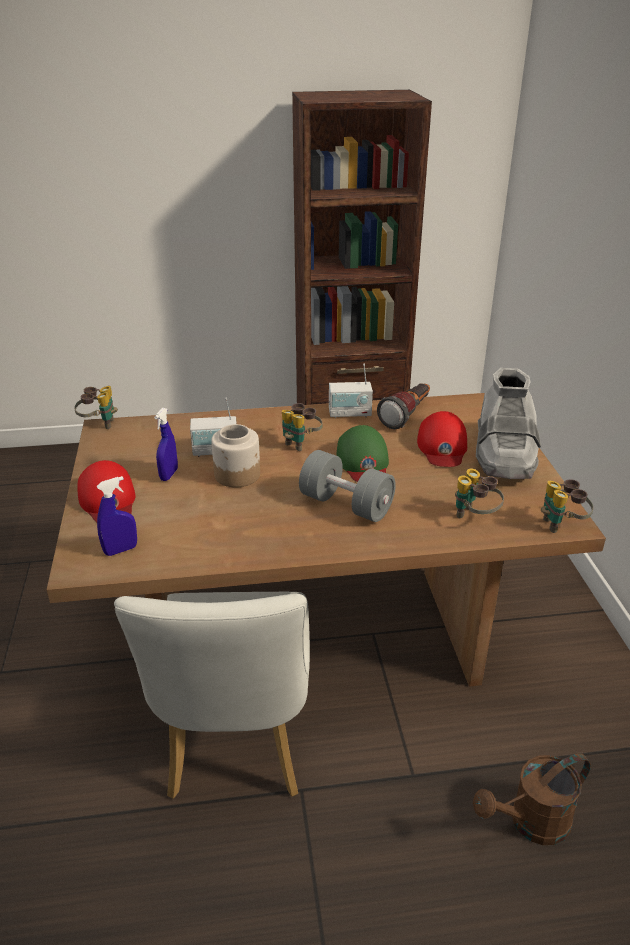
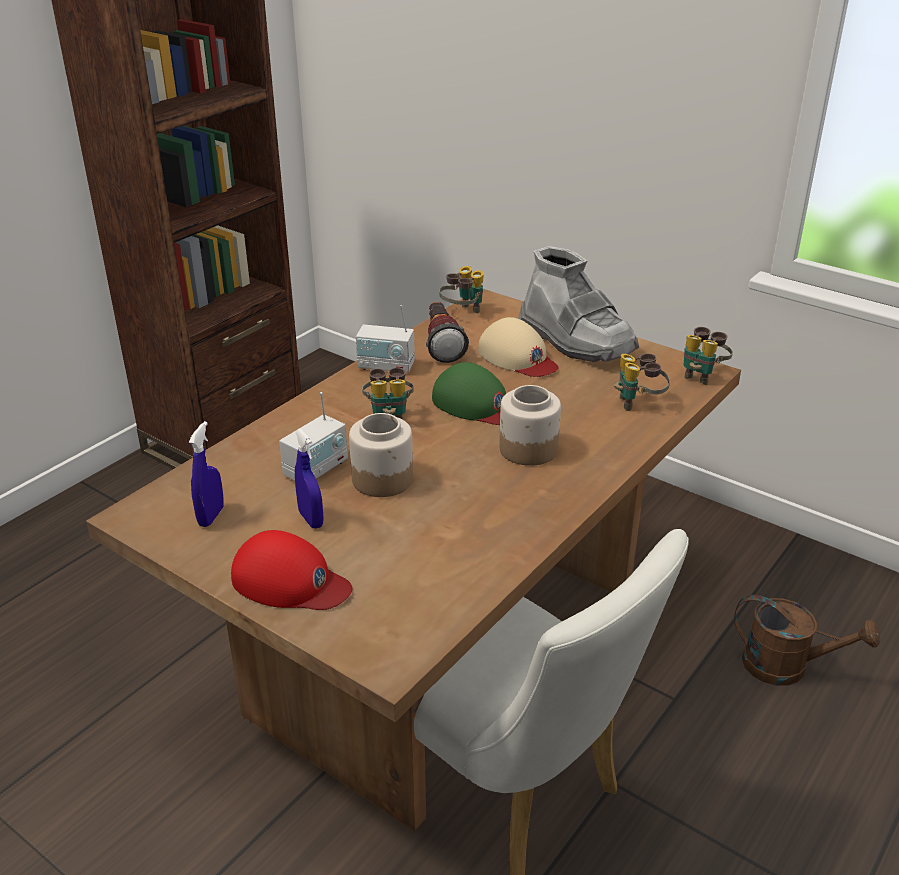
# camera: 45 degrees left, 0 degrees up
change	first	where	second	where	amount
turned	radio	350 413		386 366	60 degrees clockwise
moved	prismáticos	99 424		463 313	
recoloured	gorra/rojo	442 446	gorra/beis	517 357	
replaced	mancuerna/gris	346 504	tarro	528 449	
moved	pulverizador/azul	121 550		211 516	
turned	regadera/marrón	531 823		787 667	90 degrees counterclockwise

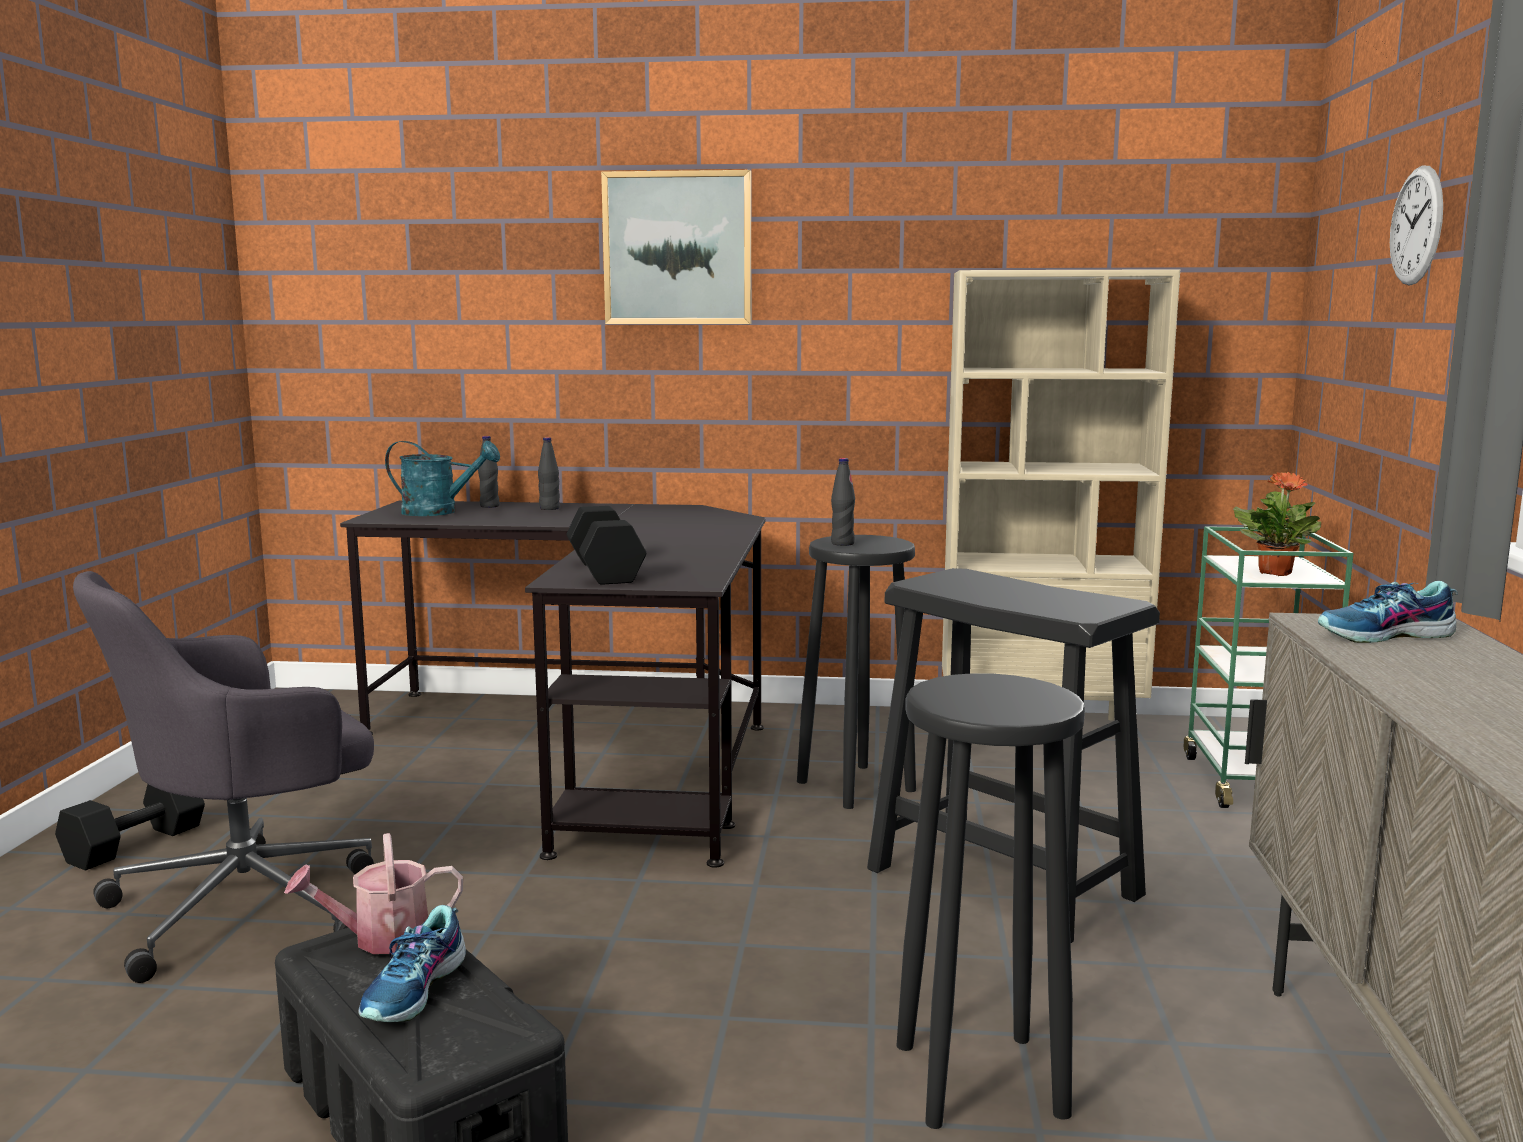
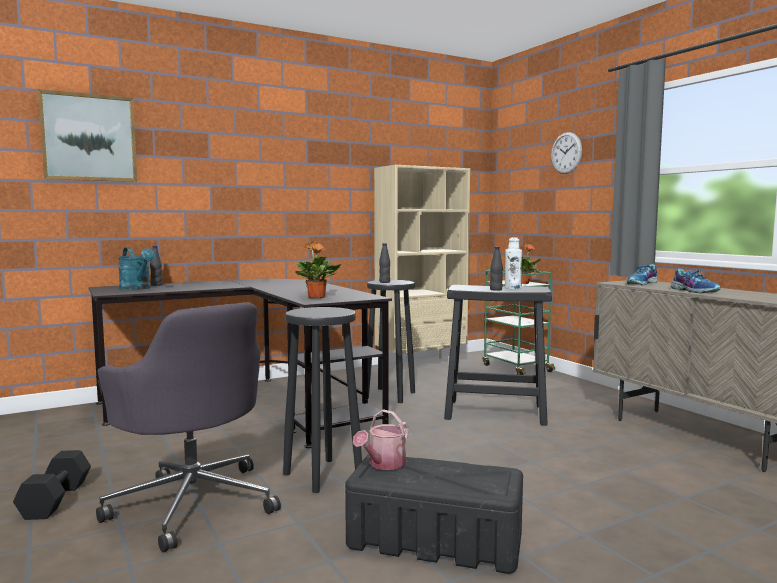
# camera: 35 degrees left, 5 degrees down
change	first	where	second	where	amount
moved	cuadro	678 248		89 138	
moved	botella/negro	549 508		496 289	
turned	regadera/turquesa	440 512		137 288	75 degrees clockwise
replaced	mancuerna/negro	603 570	planta en maceta	316 297	
turned	silla de oficina/gris	251 906		193 503	60 degrees counterclockwise
moved	taburete/negro	980 1080		323 475	
moved	zapato	416 990		694 291	
added			botella/blanco	512 288	

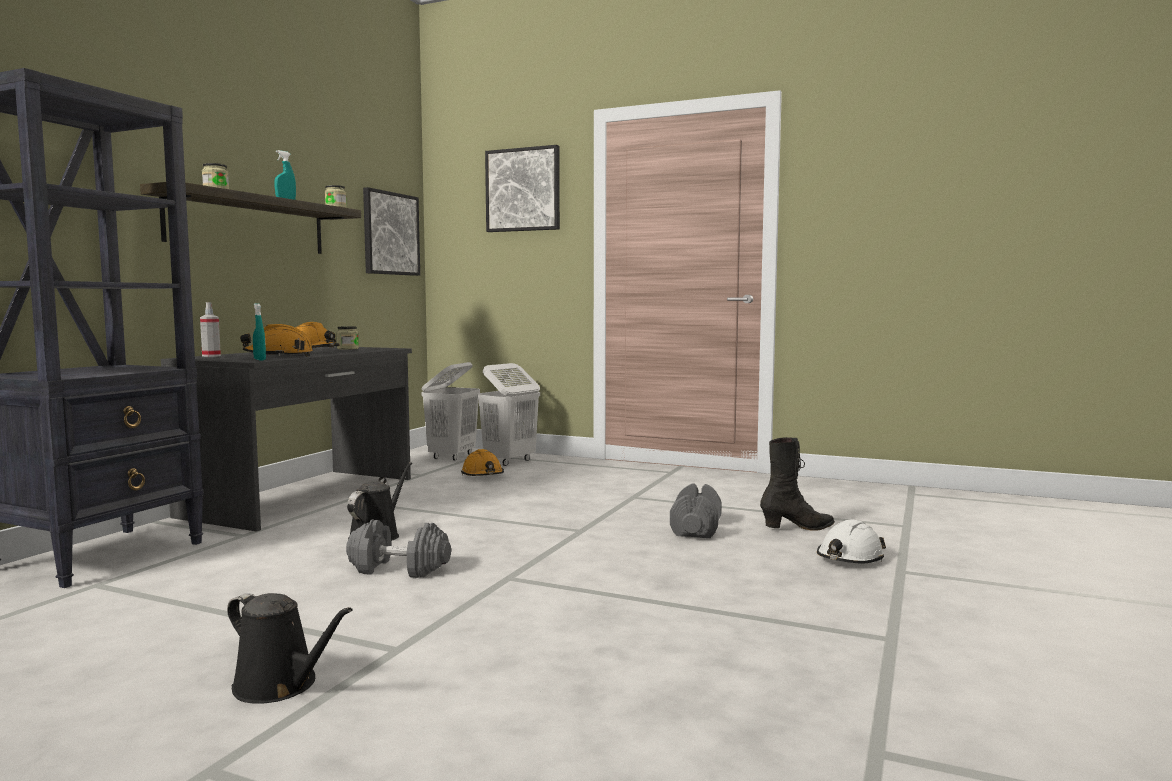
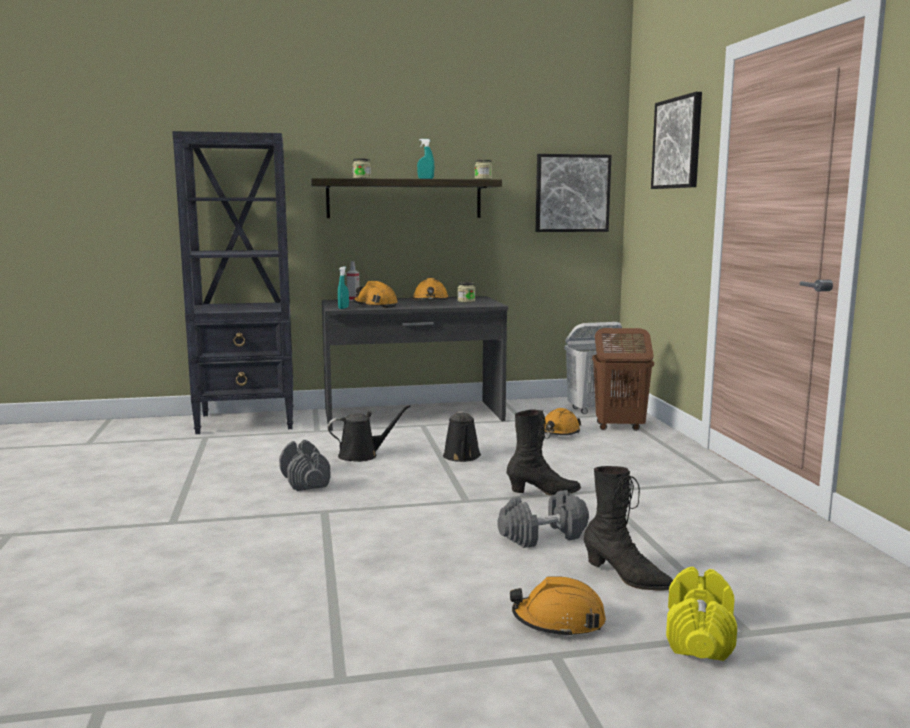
# camera: 55 degrees right, 5 degrees up
change	first	where	second	where	amount
recoloured	cesto de la ropa/blanco	509 461	cesto de la ropa/marrón	619 427	
recoloured	casco/blanco	849 558	casco/naranja	558 621	
moved	regadera/negro	280 686		462 457	
added			bota/negro	544 493	
added			mancuerna/amarillo	699 636	

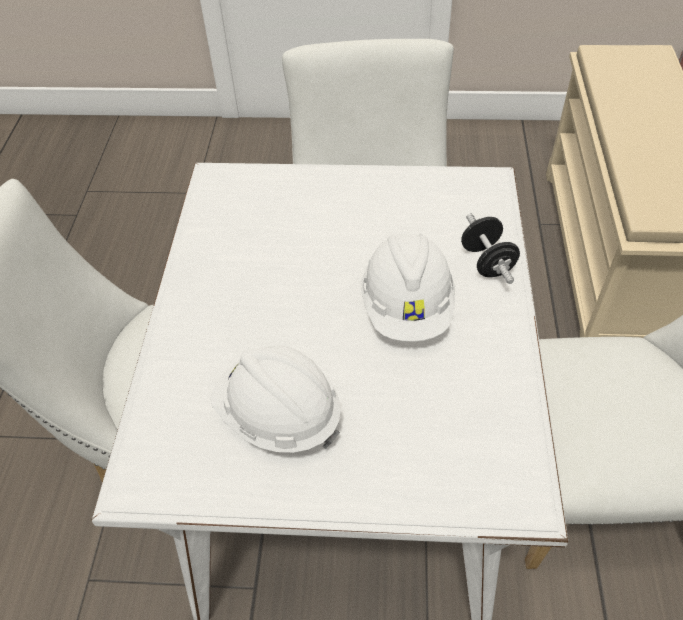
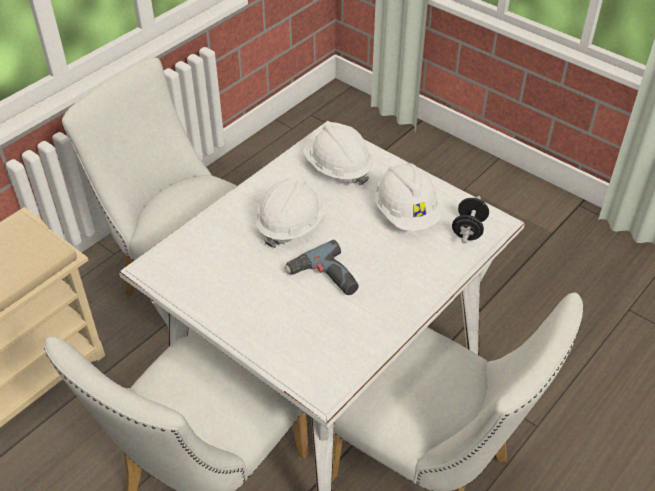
# camera: 145 degrees left, 5 degrees down
change	first	where	second	where	amount
moved	mancuerna/negro	487 262		468 230	
added			casco/blanco	337 169	
added			taladro	323 279	

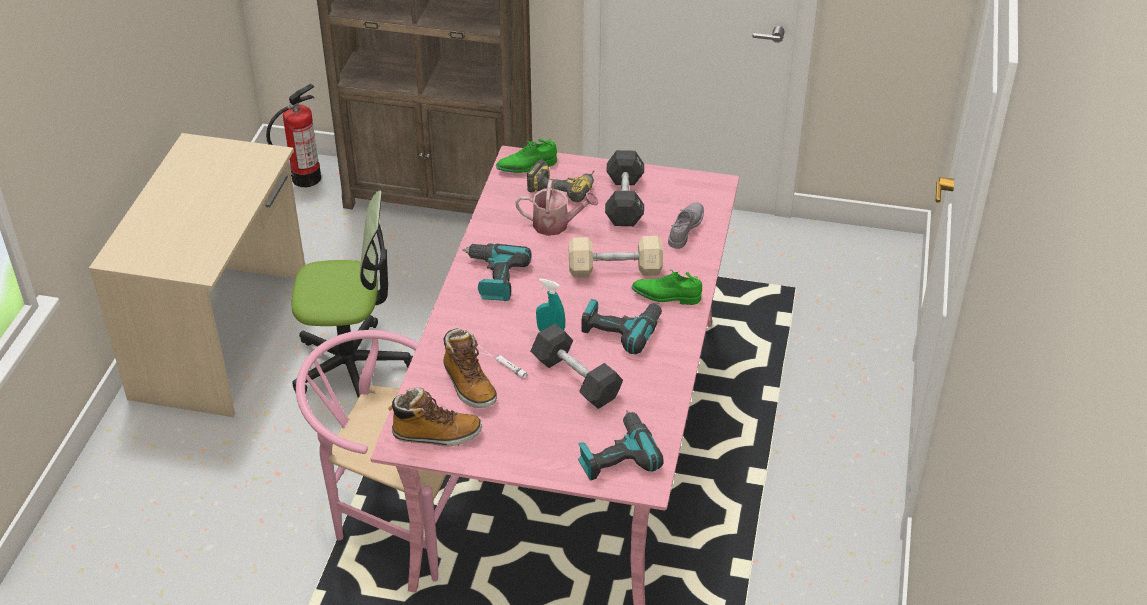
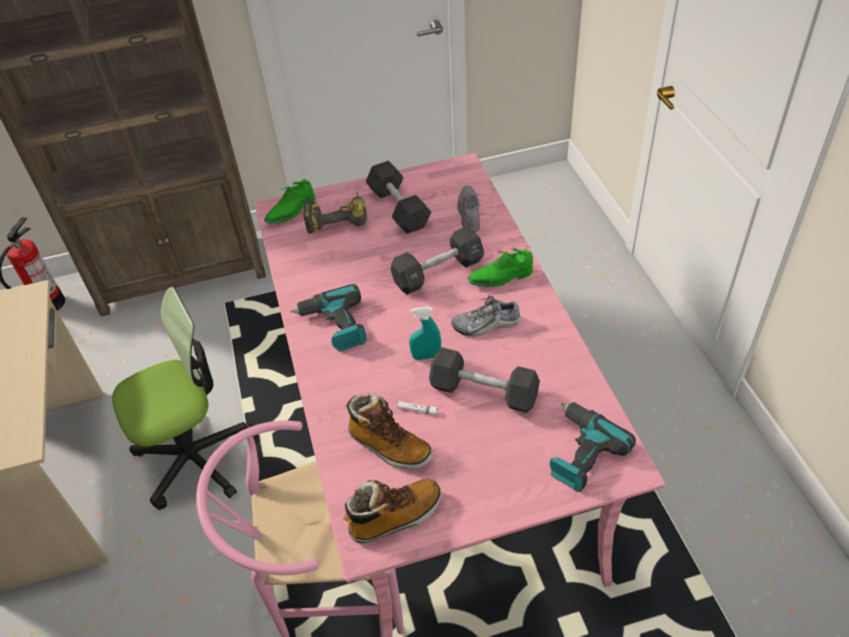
# camera: 25 degrees left, 5 degrees up
change	first	where	second	where	amount
removed	regadera	556 224			
recoloured	mancuerna/beis	615 269	mancuerna/negro	438 272	
replaced	taladro	621 329	zapato	486 325	

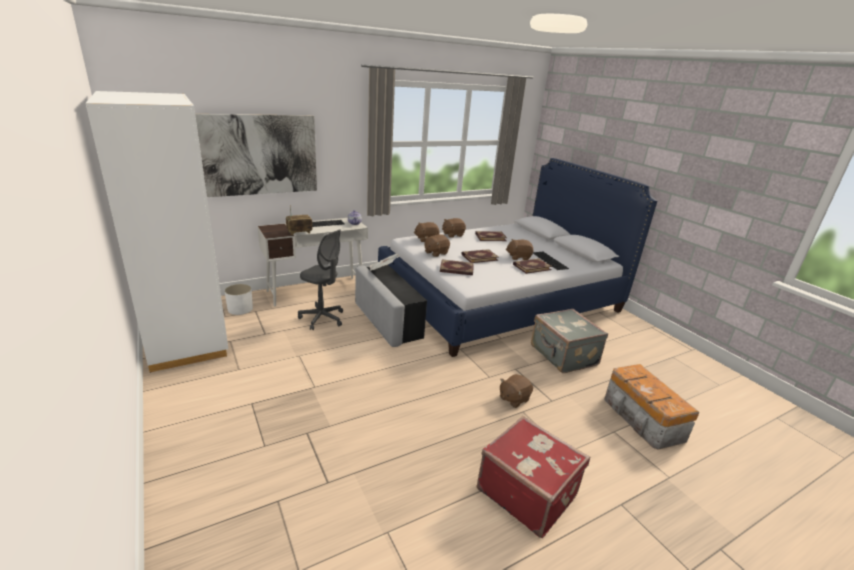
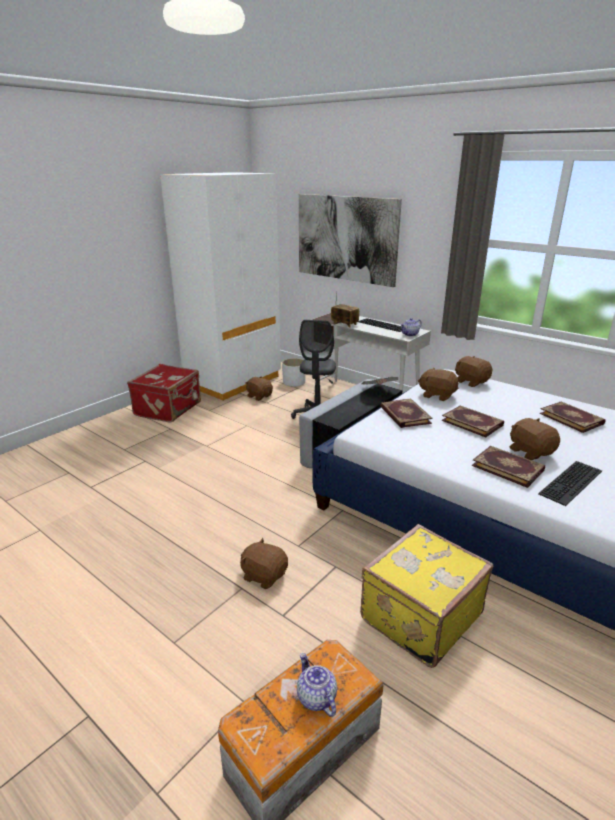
# camera: 70 degrees right, 0 degrees up
change	first	where	second	where	amount
moved	peluche/marrón	452 234		259 396	
recoloured	maleta/gris	562 356	maleta/amarillo	419 615	
moved	maleta/rojo	527 491		169 409	
added			tetera	316 697	

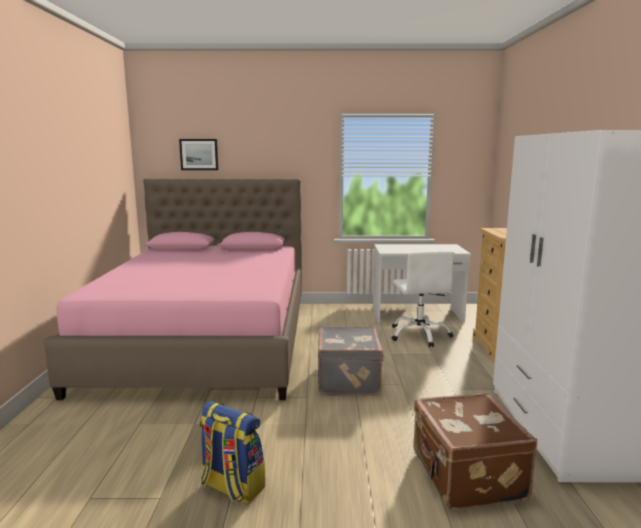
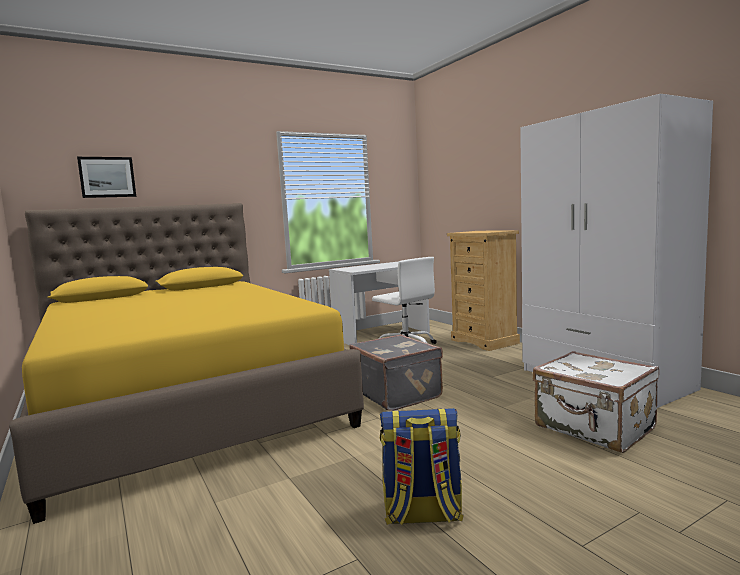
# camera: 30 degrees left, 5 degrees down
change	first	where	second	where	amount
recoloured	cama/rosa	206 341	cama/amarillo	185 403	
recoloured	maleta/marrón	465 476	maleta/blanco	594 428	

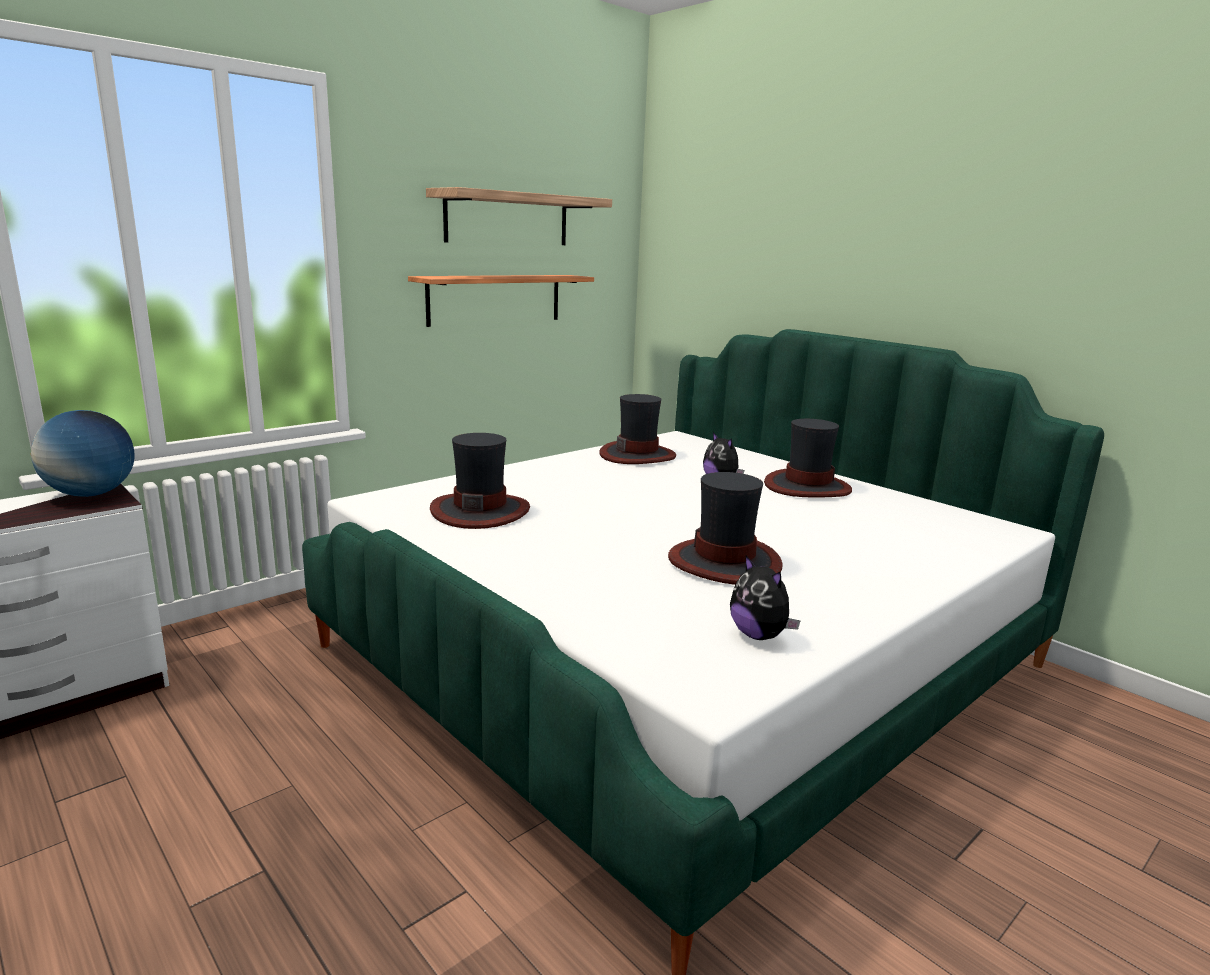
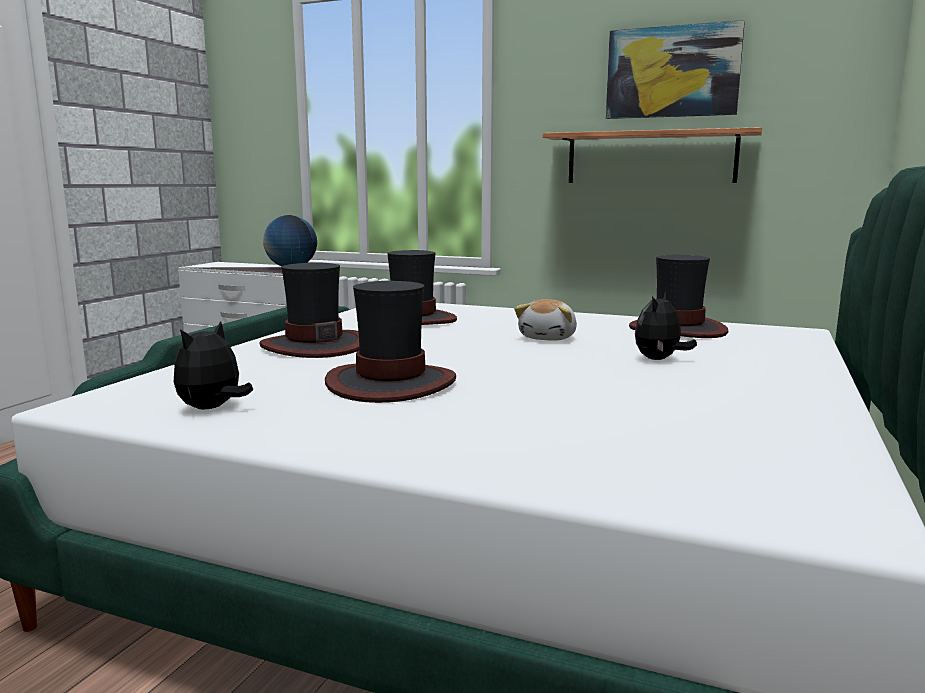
# camera: 65 degrees right, 5 degrees down
change	first	where	second	where	amount
replaced	estante	507 219	cuadro	672 72	
moved	sombrero	806 487		314 346	
added			peluche	549 338	

